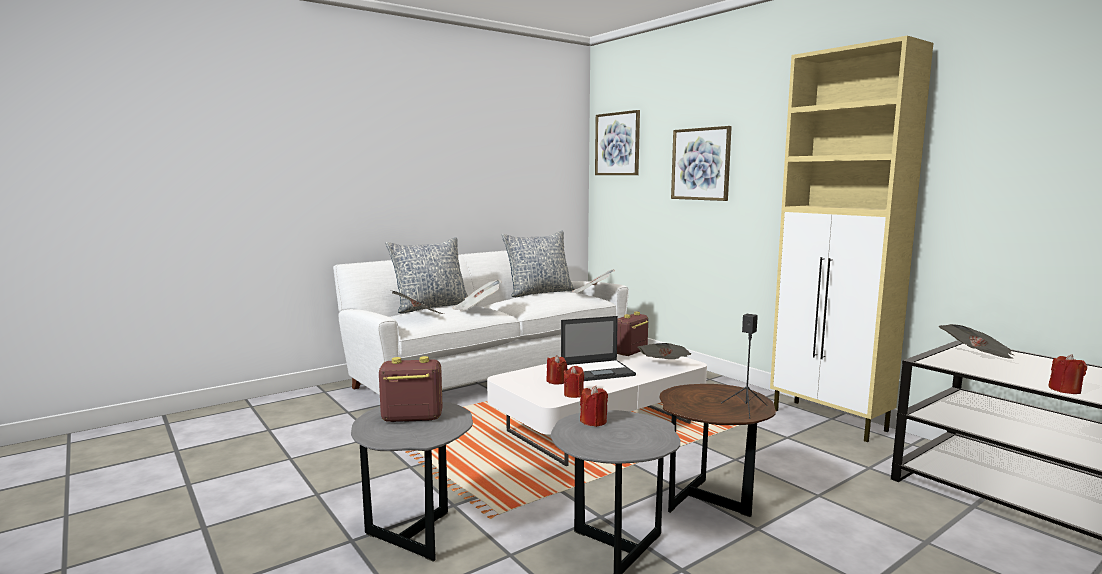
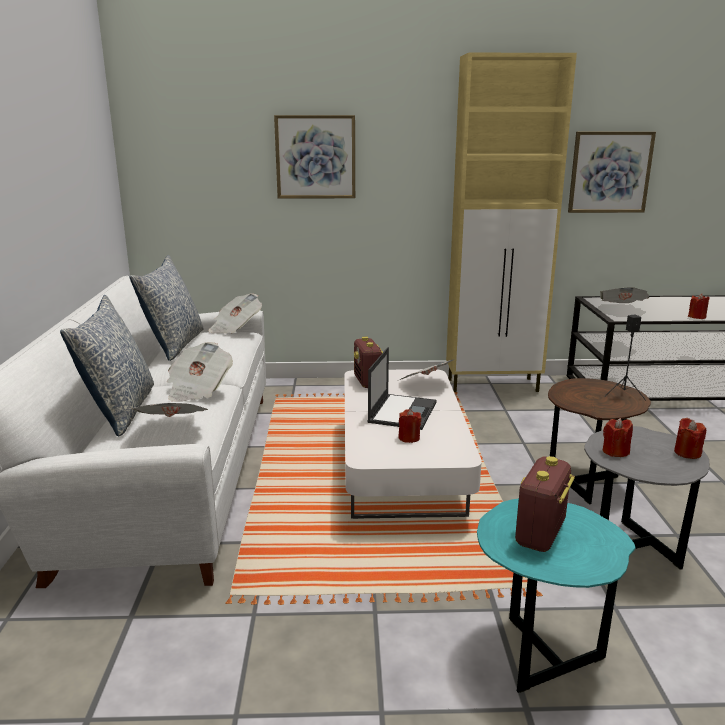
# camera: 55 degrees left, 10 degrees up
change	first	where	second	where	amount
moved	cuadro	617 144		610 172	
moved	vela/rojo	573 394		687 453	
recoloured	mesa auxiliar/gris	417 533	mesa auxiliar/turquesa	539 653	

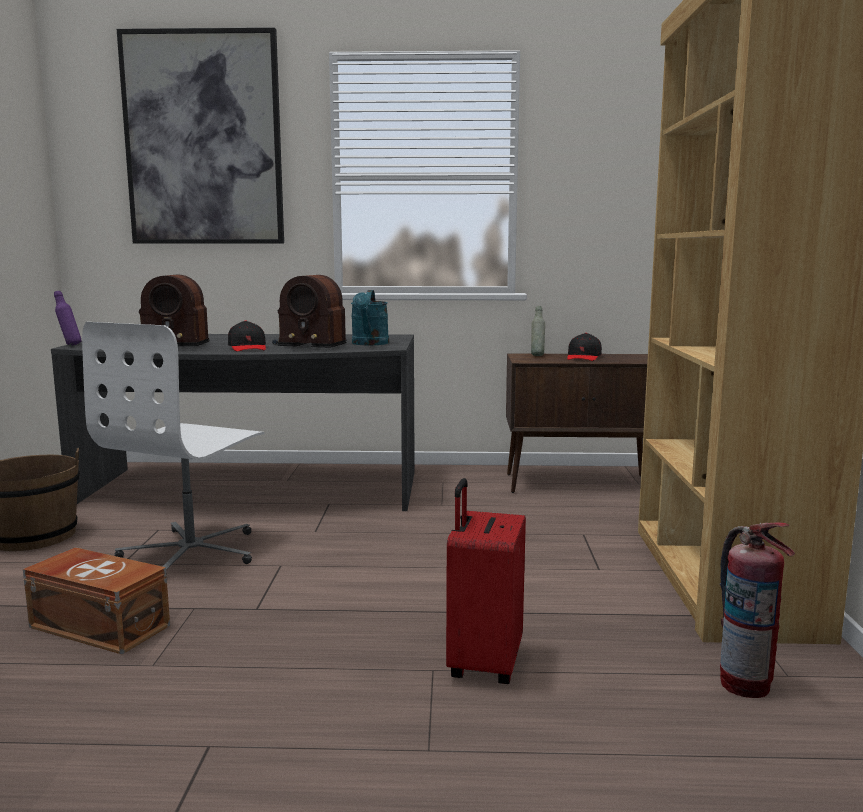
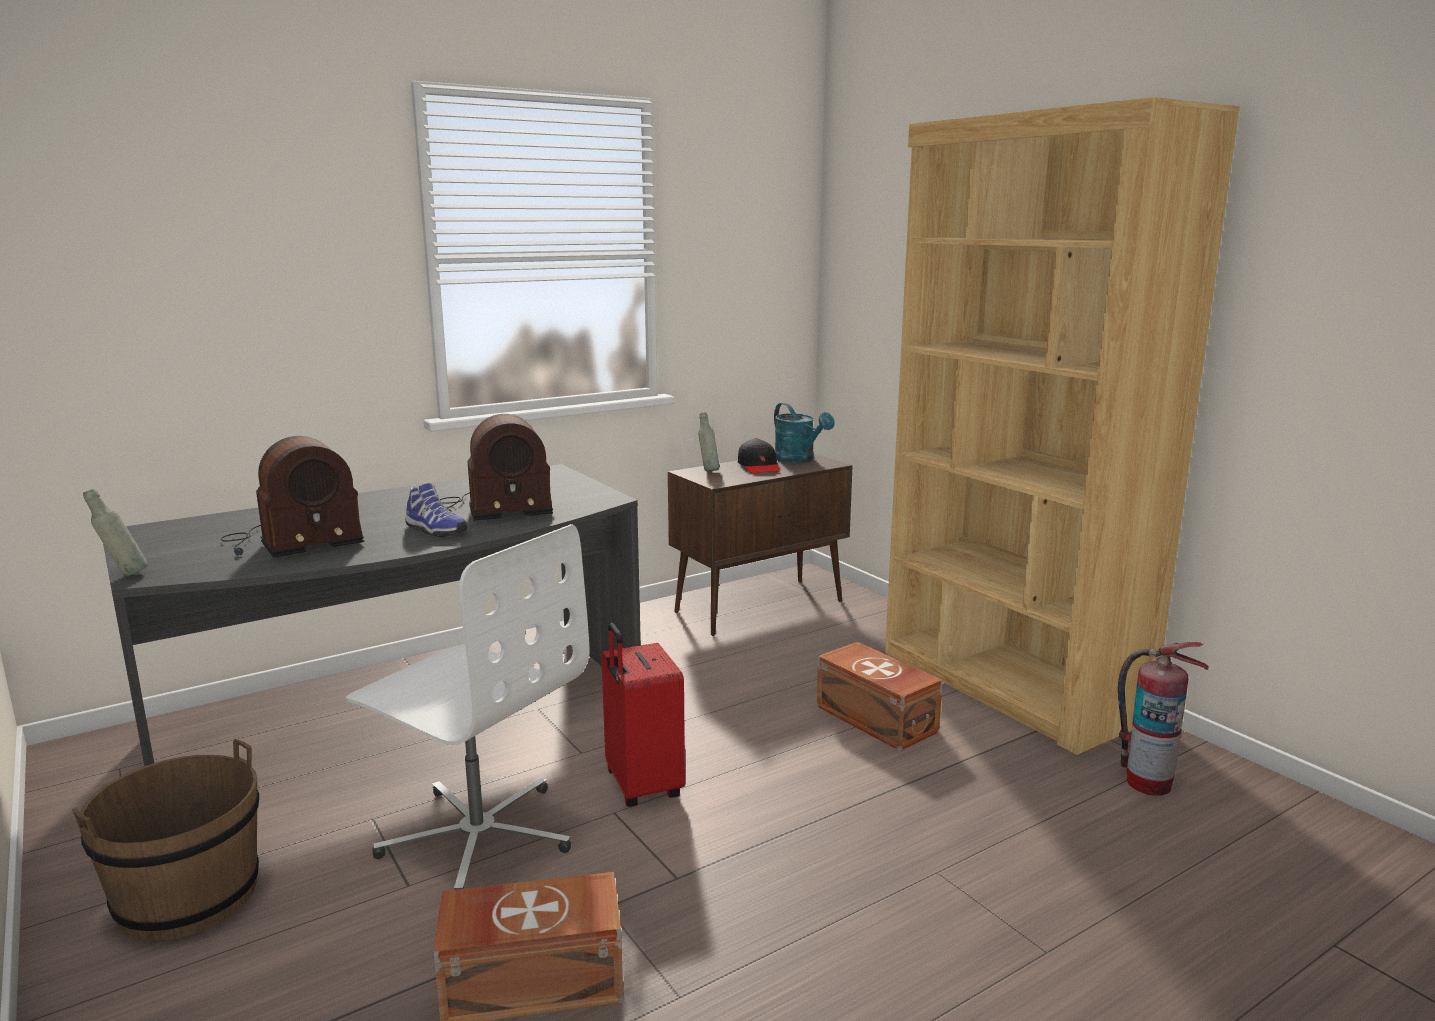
# camera: 35 degrees left, 5 degrees up
change	first	where	second	where	amount
removed	cuadro	204 139			
moved	regadera/turquesa	369 344		799 460	
recoloured	botella/morado	69 345	botella/gris	123 575	
replaced	gorra/negro	248 348	zapato	434 530	
turned	silla de oficina/blanco	192 552		478 835	45 degrees counterclockwise
moved	maleta/rojo	483 663		641 786	
added			caja de almacenaje/marrón	876 720	

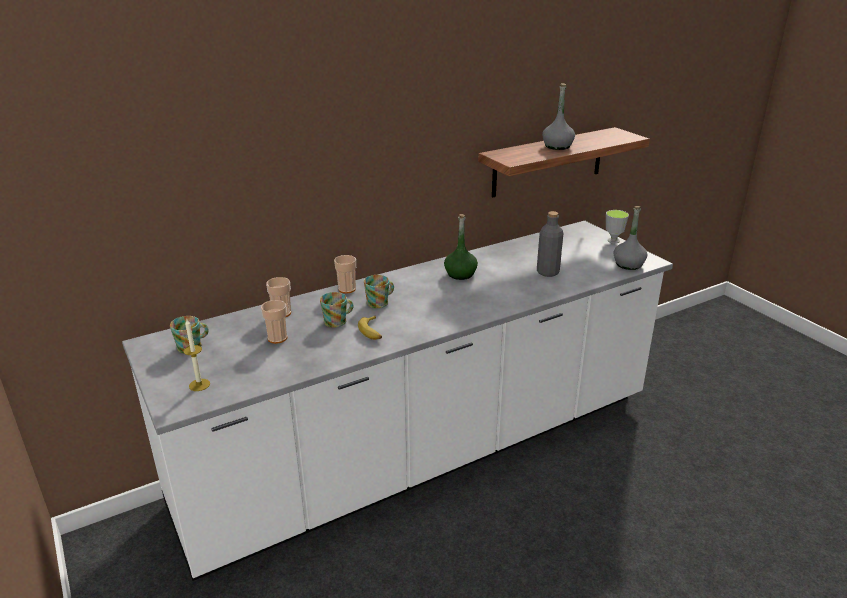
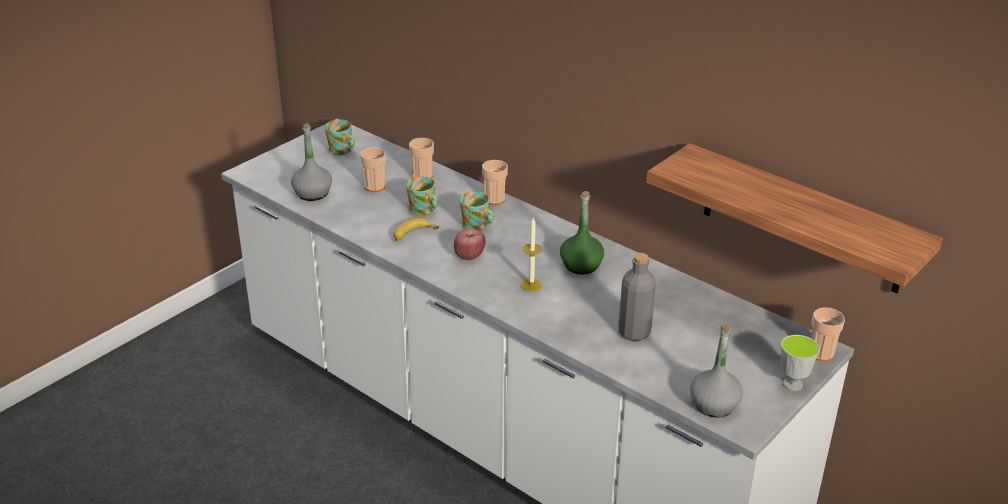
# camera: 70 degrees right, 5 degrees up
change	first	where	second	where	amount
moved	botella/gris	557 146		312 193	
moved	vela	199 385		531 285	
added			manzana	469 256	
added			taza	821 353	

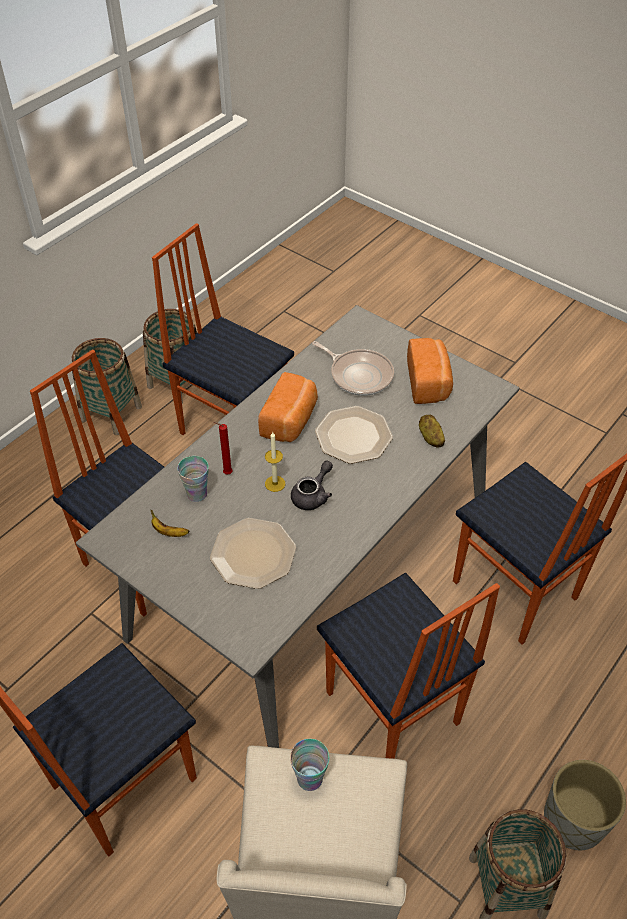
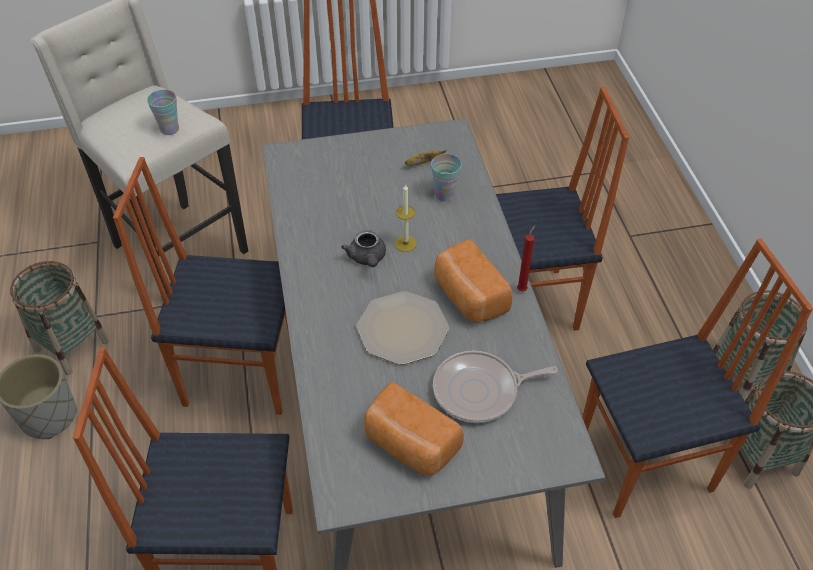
# camera: 130 degrees right, 0 degrees up
change	first	where	second	where	amount
removed	patata	430 438			
moved	vela/rojo	226 473		522 289	
removed	plato	252 554			

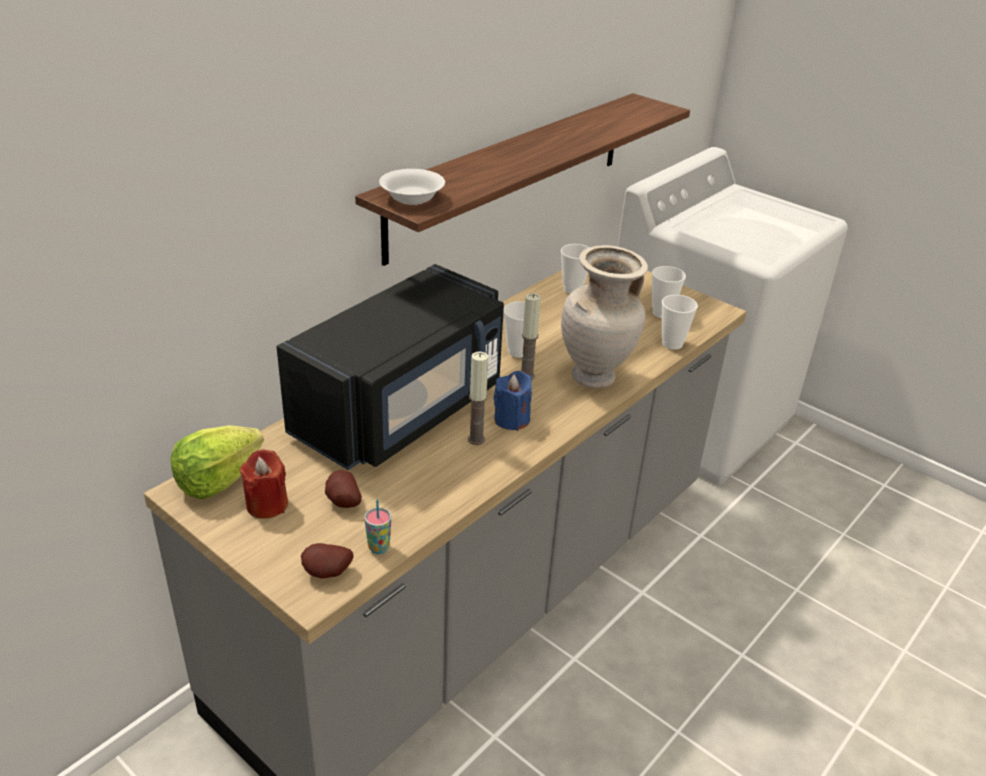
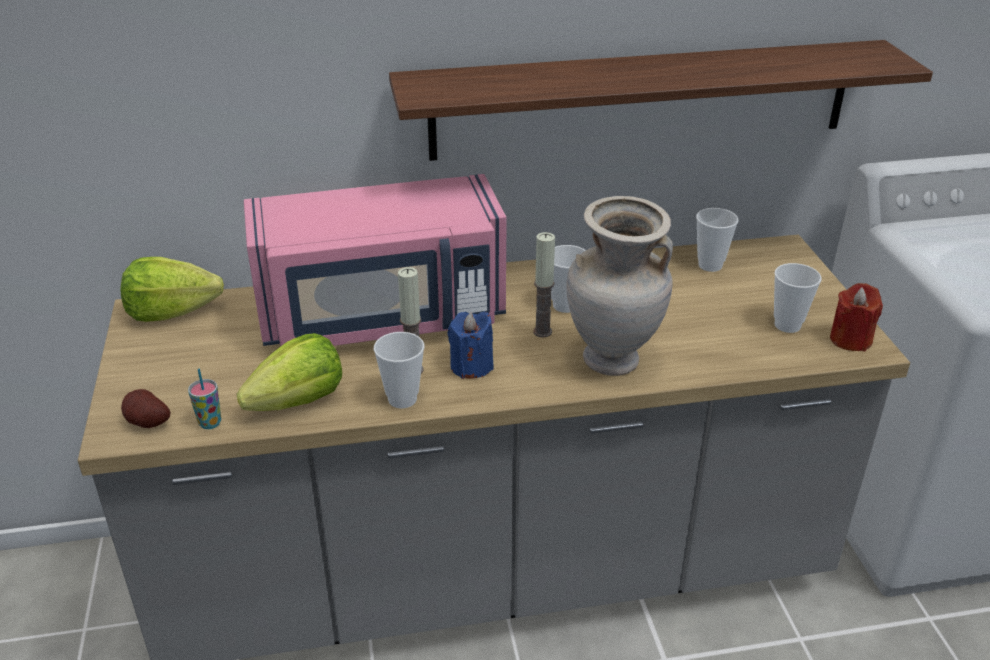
# camera: 40 degrees right, 0 degrees up
change	first	where	second	where	amount
removed	cuenco/blanco	412 199			
recoloured	microondas/negro	402 411	microondas/rosa	383 317	
moved	taza	672 344		402 399	
moved	vela/rojo	267 504		850 339	
removed	patata	342 502			
added			lechuga	299 401	

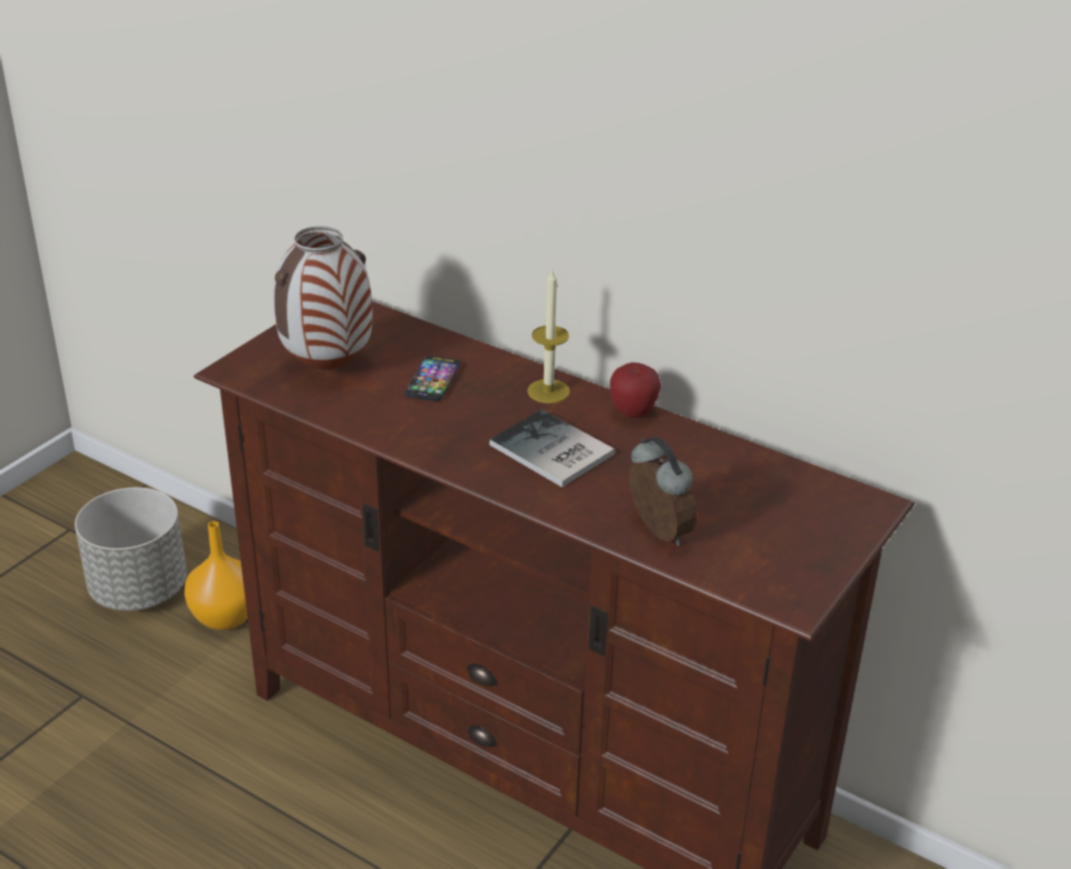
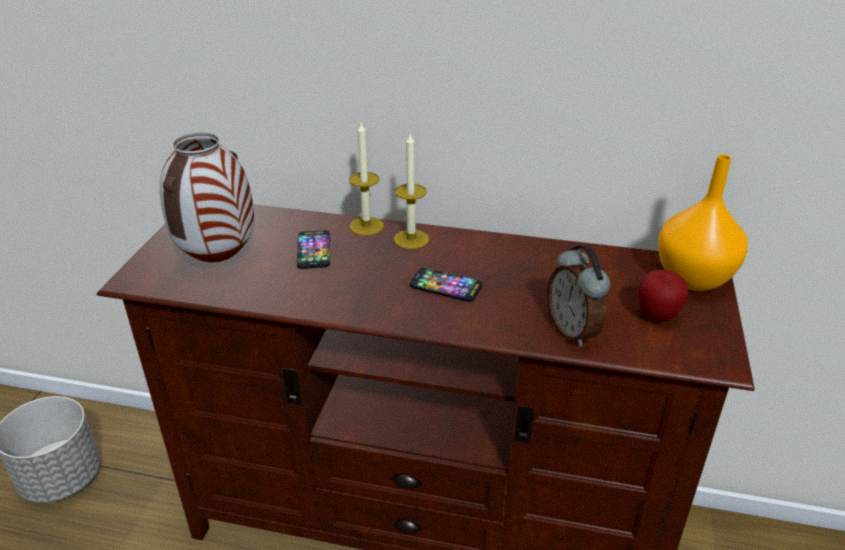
# camera: 20 degrees left, 0 degrees up
change	first	where	second	where	amount
moved	manzana	633 413		657 316	
replaced	libro	551 452	móvil	446 286	
turned	despertador	656 533		573 331	150 degrees counterclockwise
moved	florero/naranja	226 617		695 278	
added			vela	366 226	

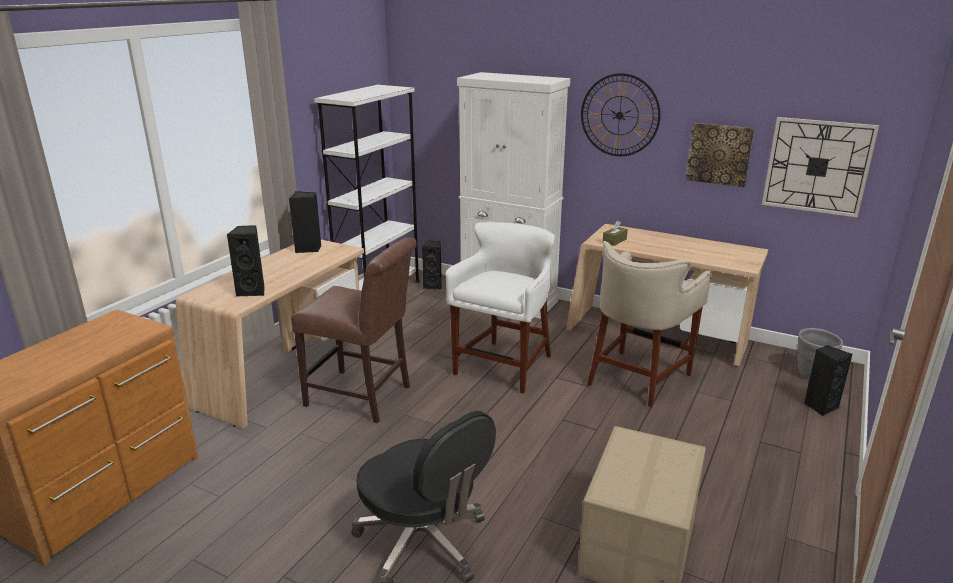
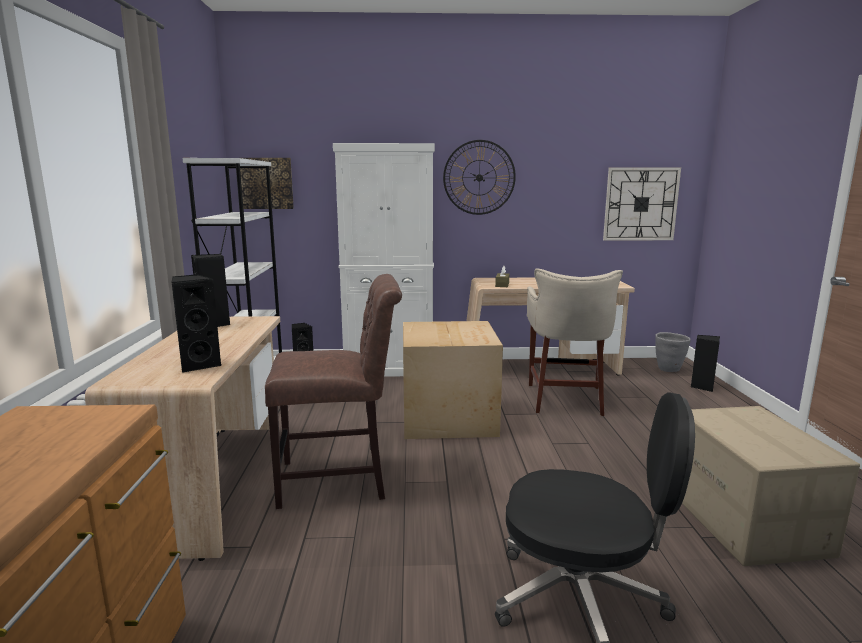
# camera: 30 degrees left, 10 degrees down
change	first	where	second	where	amount
moved	cuadro	719 154		267 183	
replaced	taburete/blanco	504 367	caja de cartón	449 417	

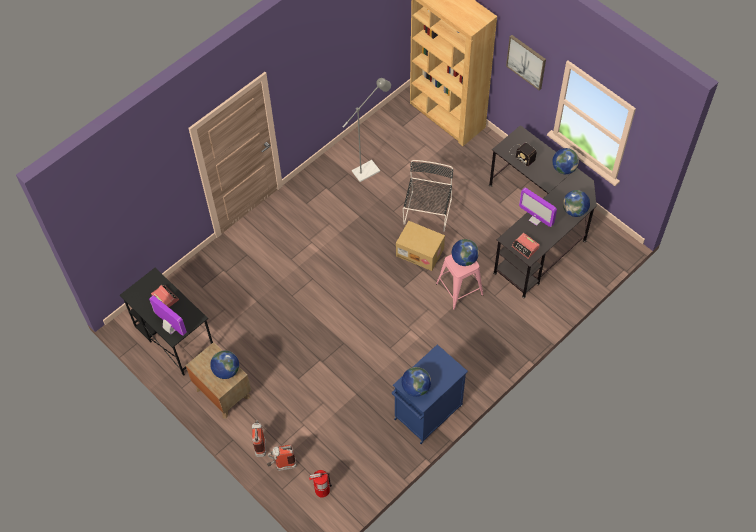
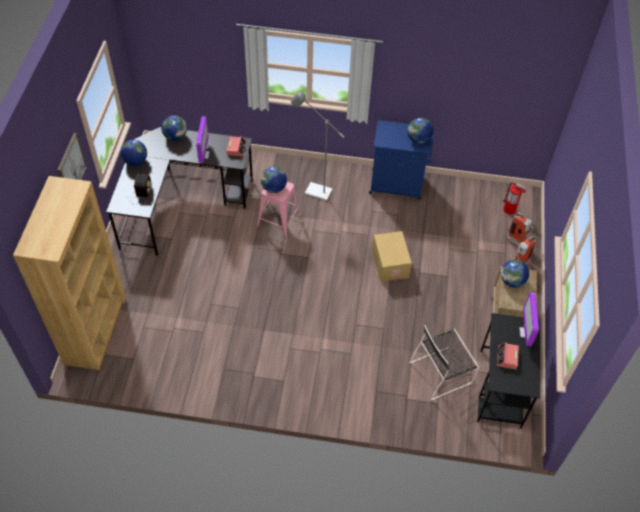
# camera: 130 degrees left, 5 degrees down
change	first	where	second	where	amount
moved	lámpara de pie/gris	370 169		313 190	
moved	silla/negro	427 213		442 372	
moved	caja de cartón	420 252		389 263	

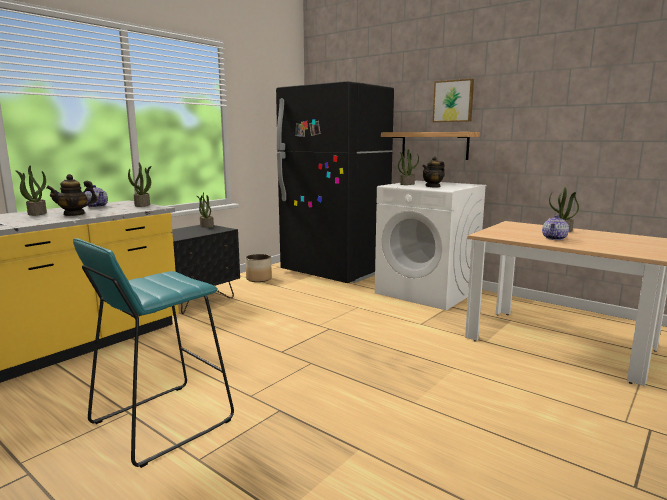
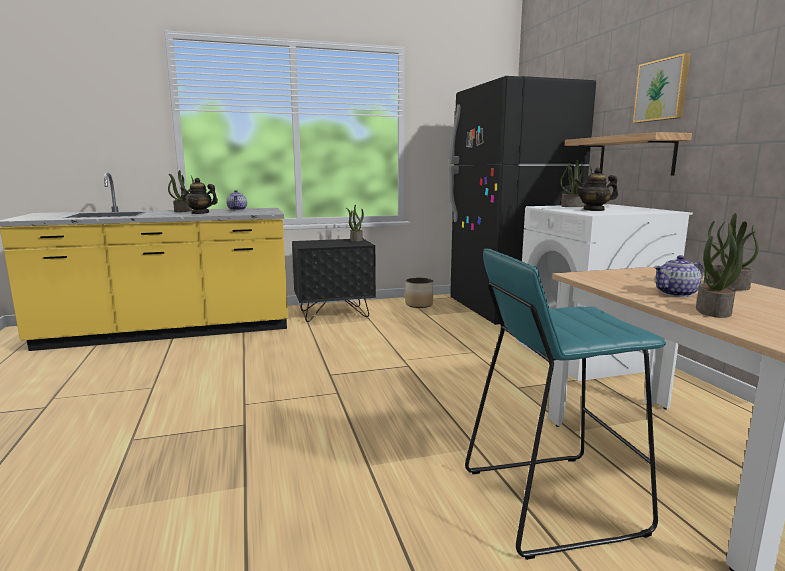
# camera: 35 degrees right, 0 degrees up
change	first	where	second	where	amount
moved	planta en maceta	142 205		714 311	
moved	taburete/turquesa	161 422		550 500	

